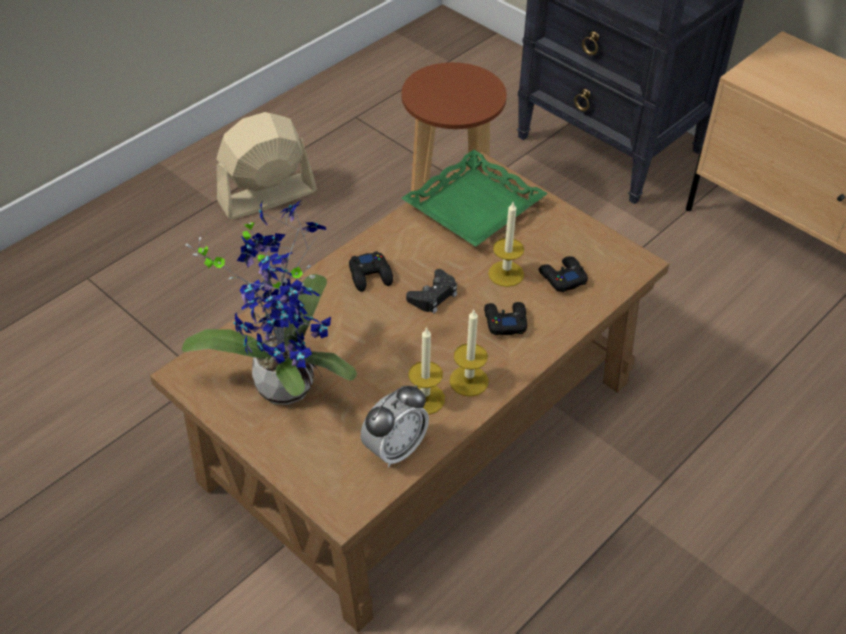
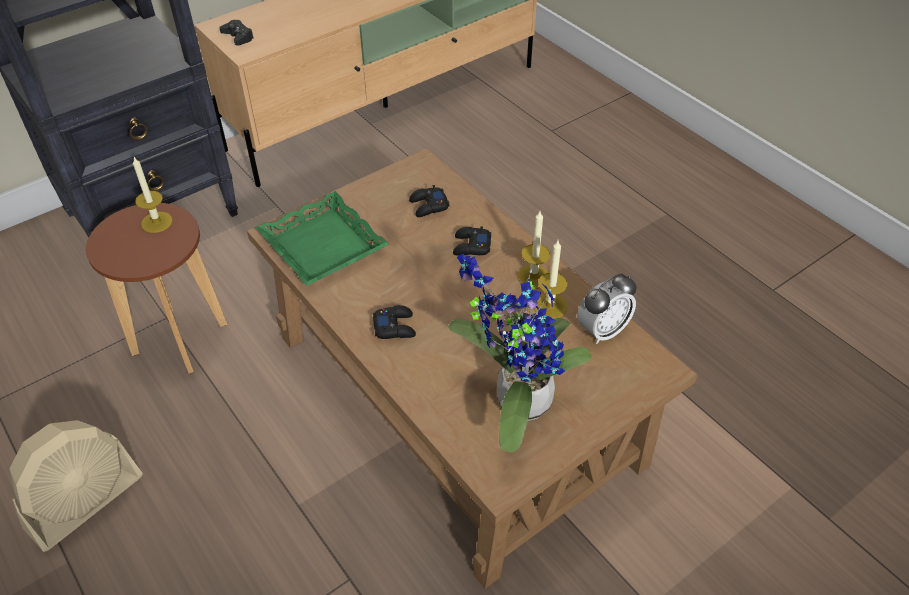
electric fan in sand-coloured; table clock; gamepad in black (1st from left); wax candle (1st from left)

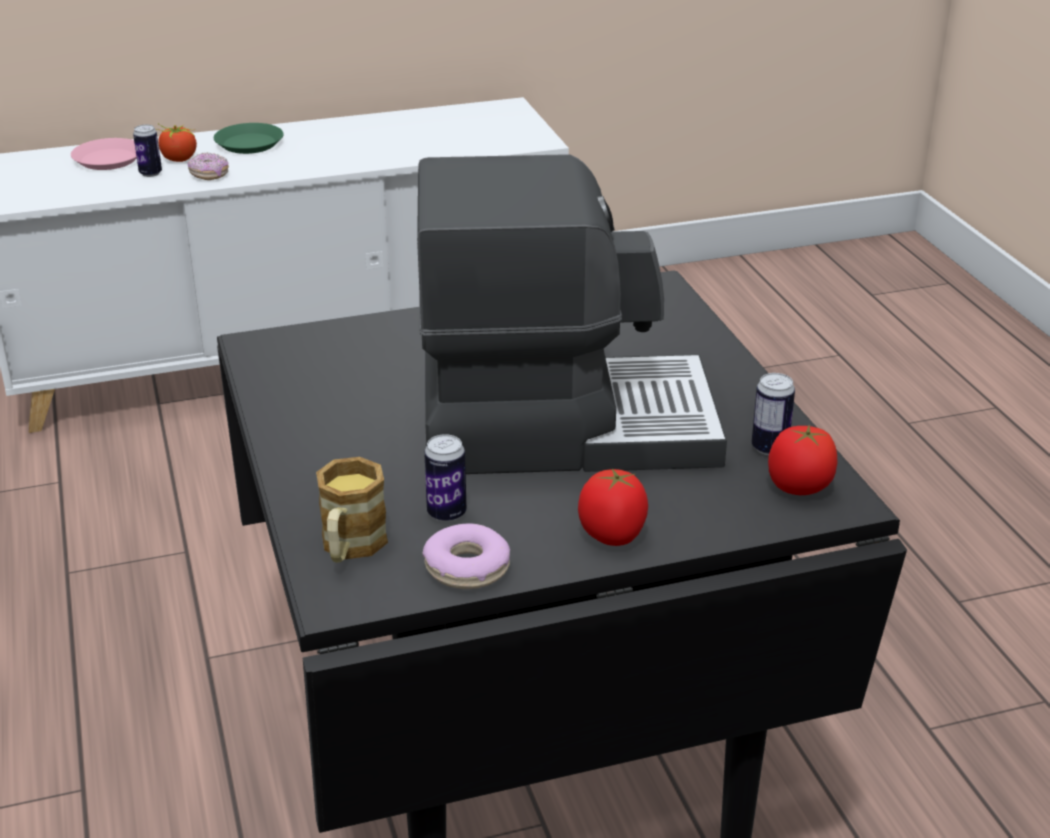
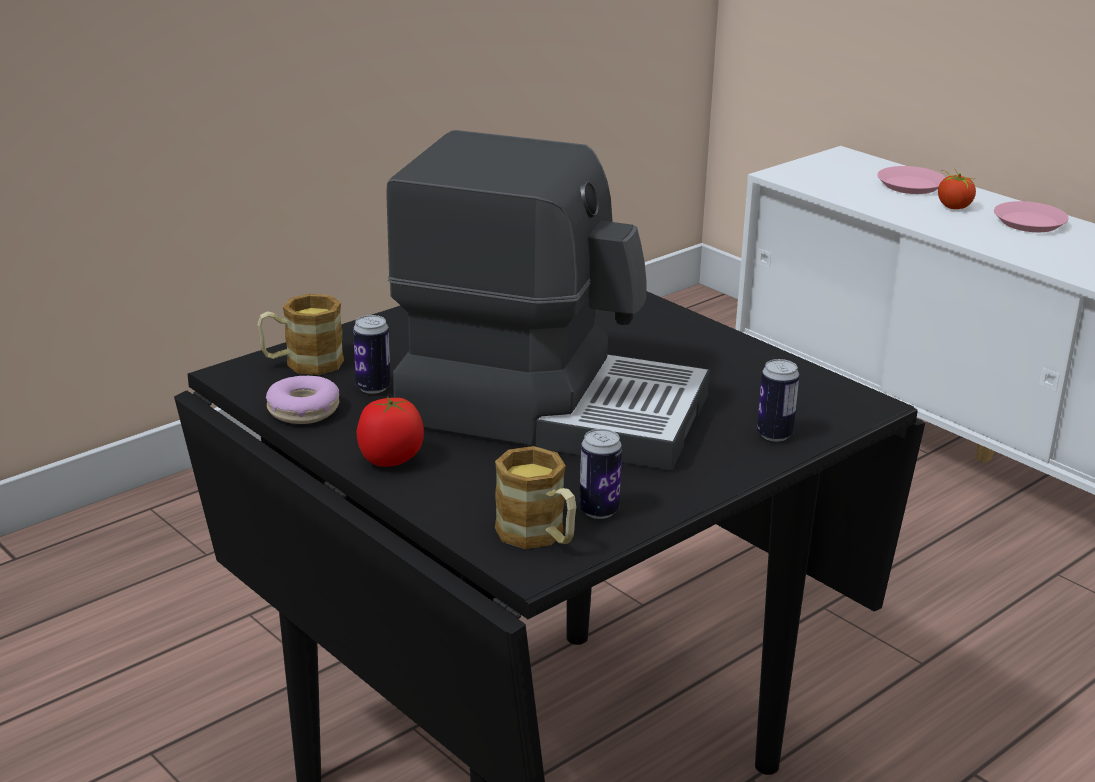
can (3rd from left); doughnut (1st from left in the first image); dinner plate in pink (2nd from left); coffee brewer; tea mug (2nd from left)

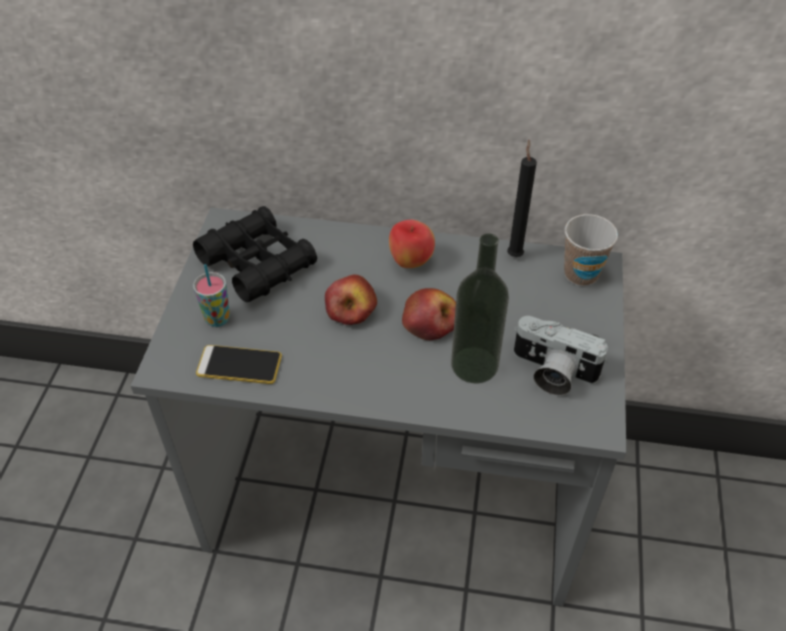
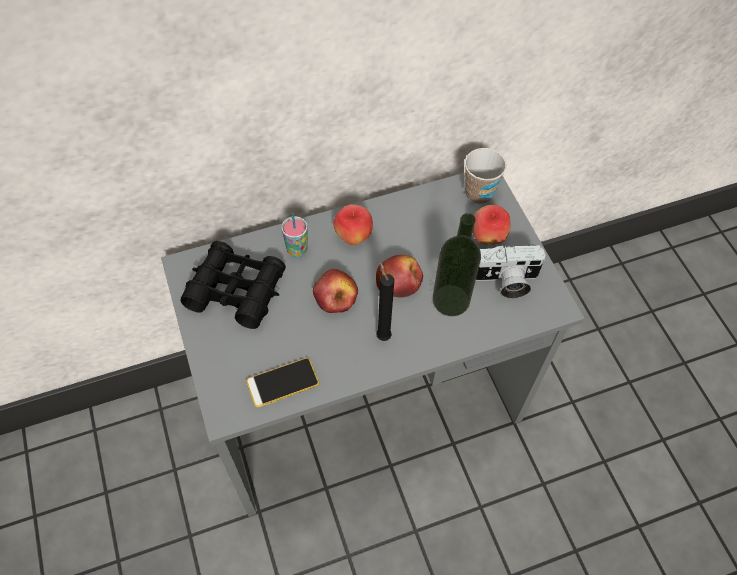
drinking cup (1st from left); wax candle in black; apple (4th from left)

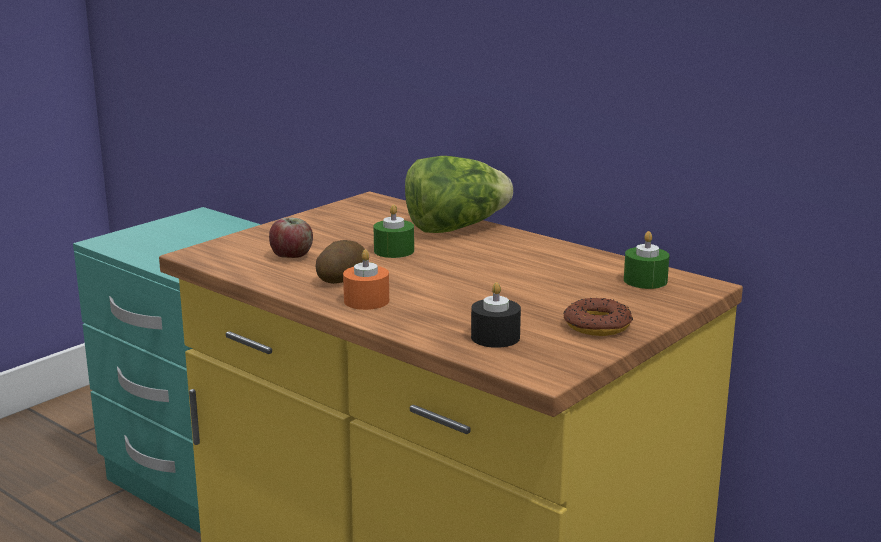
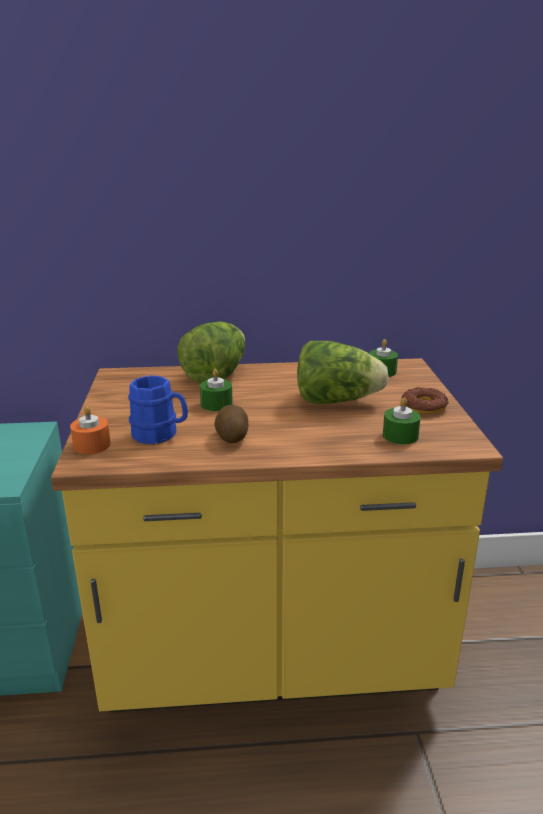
tea mug in bluish; wax candle in orange-coloured; wax candle in green (3rd from left); lettuce head (2nd from left)

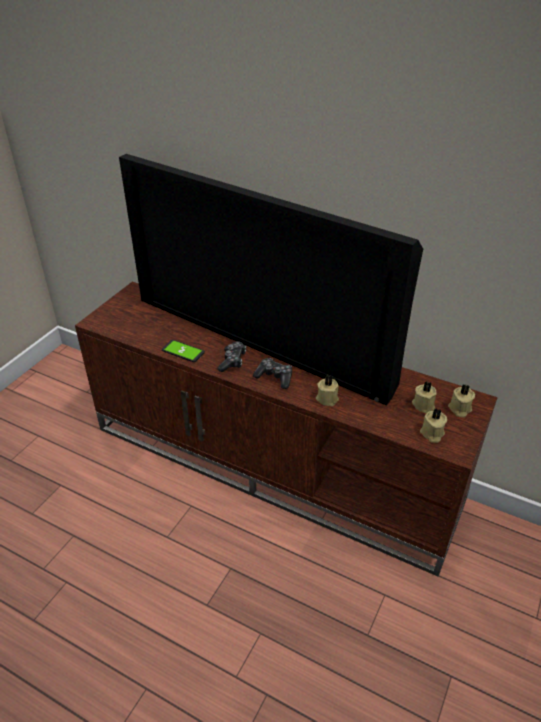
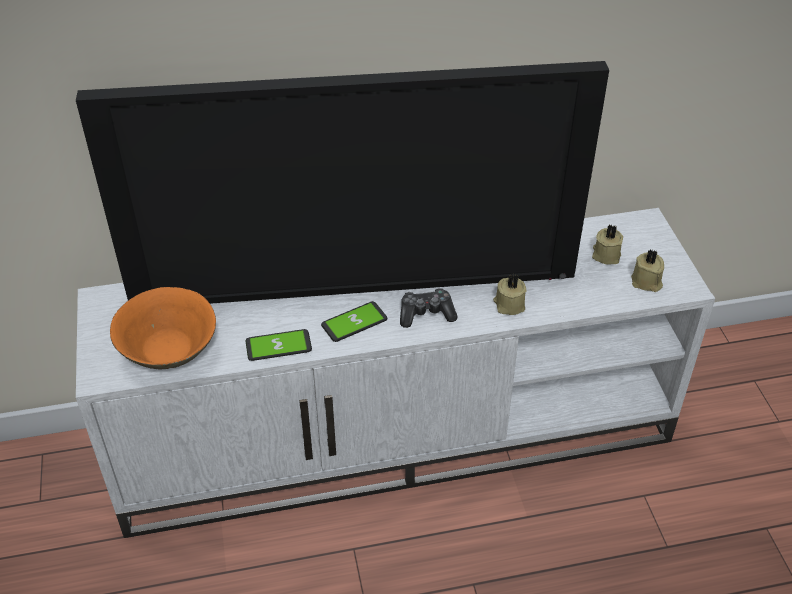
tv stand in white; handset (2nd from left); wax candle in sand-coloured (4th from left in the first image); deep dish in orange-coloured

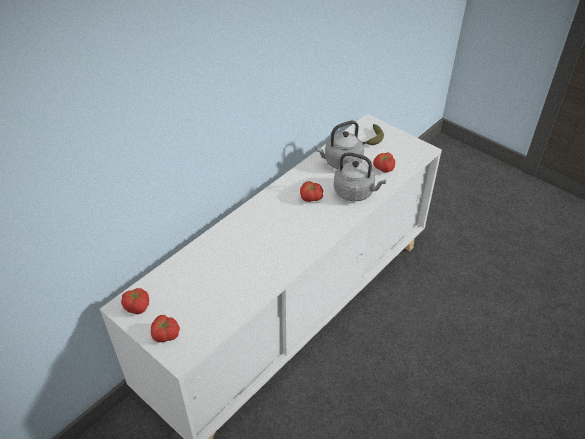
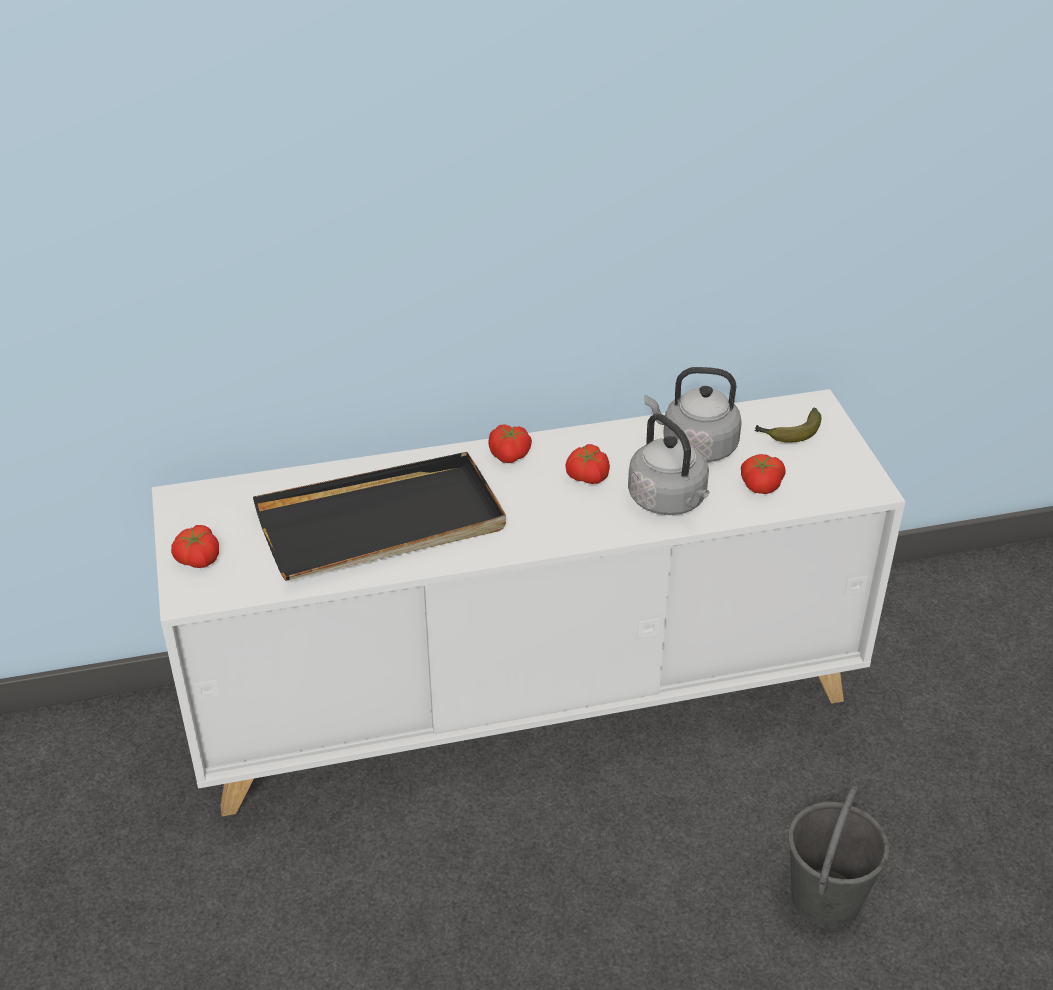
whole tomato (2nd from left); serving tray in black; pail in gray

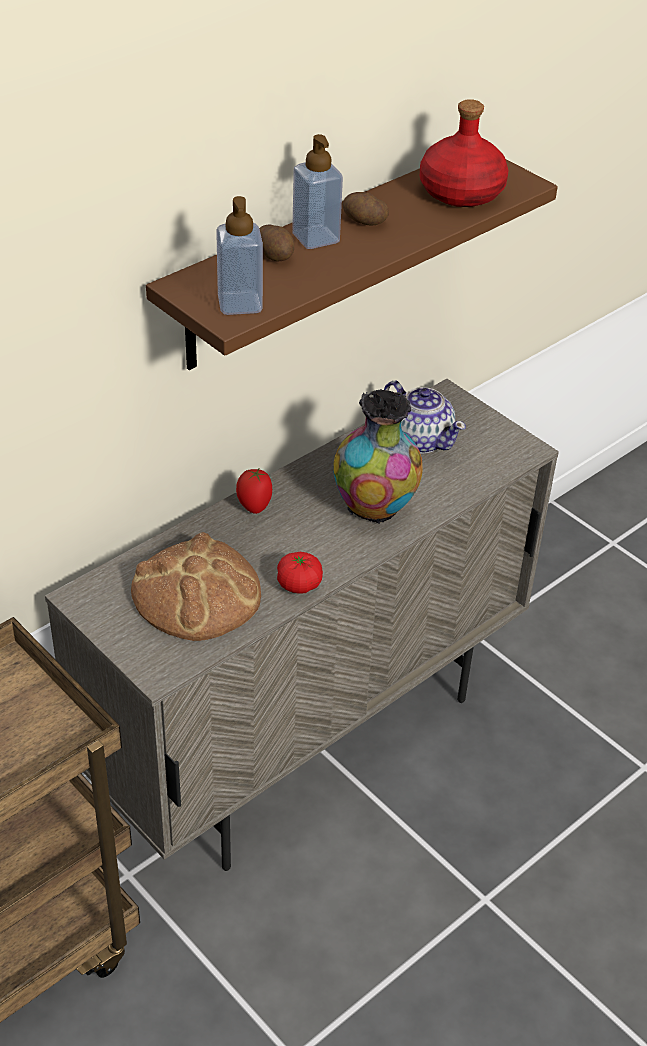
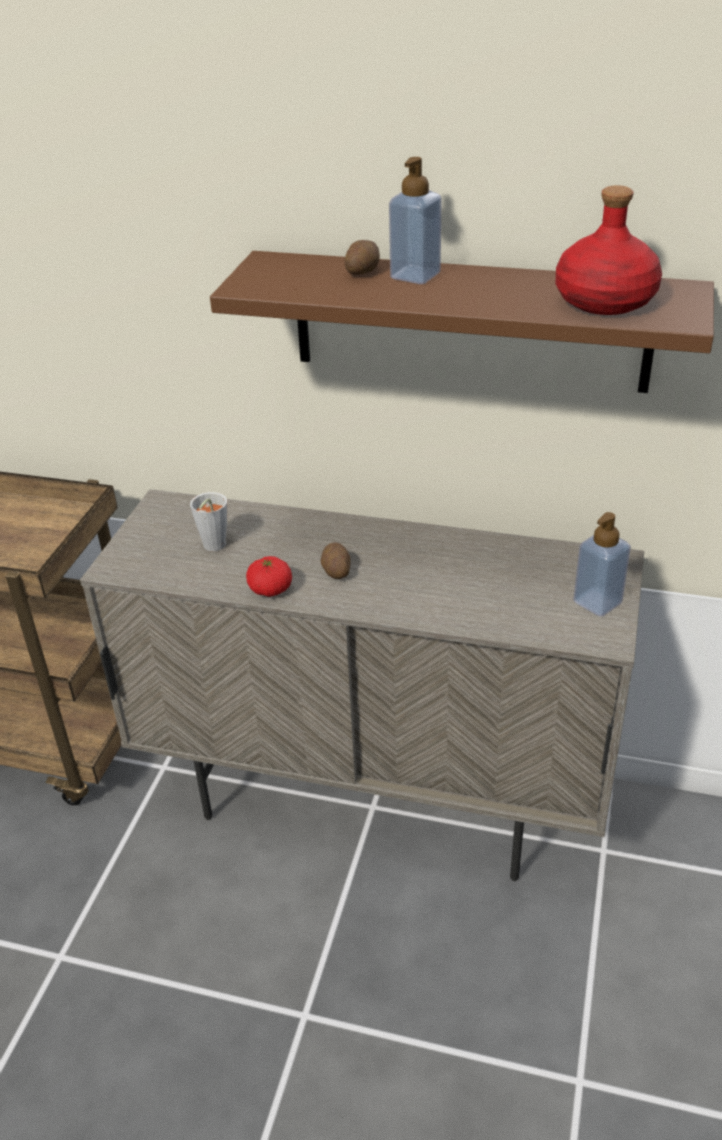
drinking cup in gray; soap dispenser (2nd from left); whole tomato (1st from left in the first image); vase; spud (1st from left); teapot

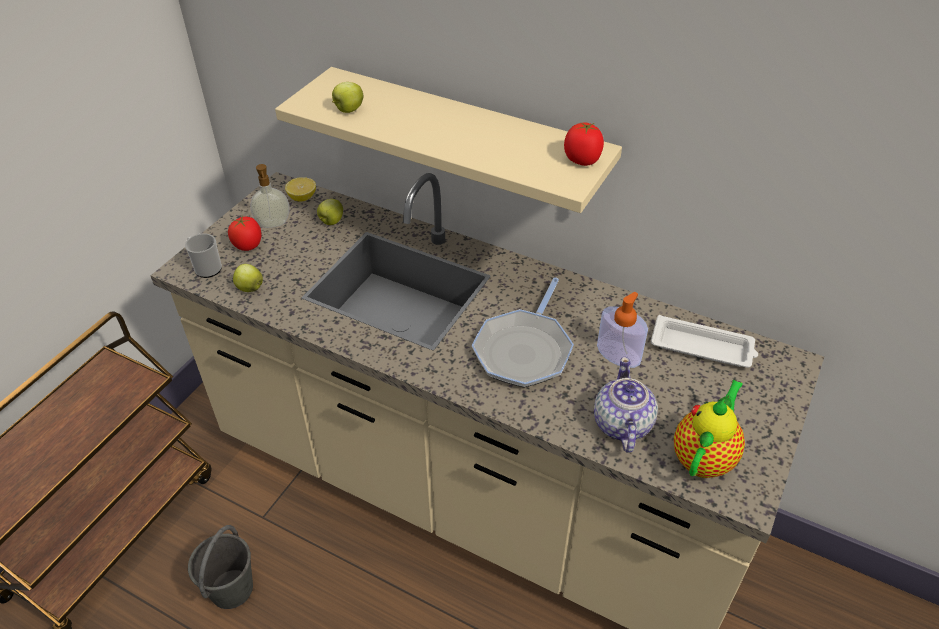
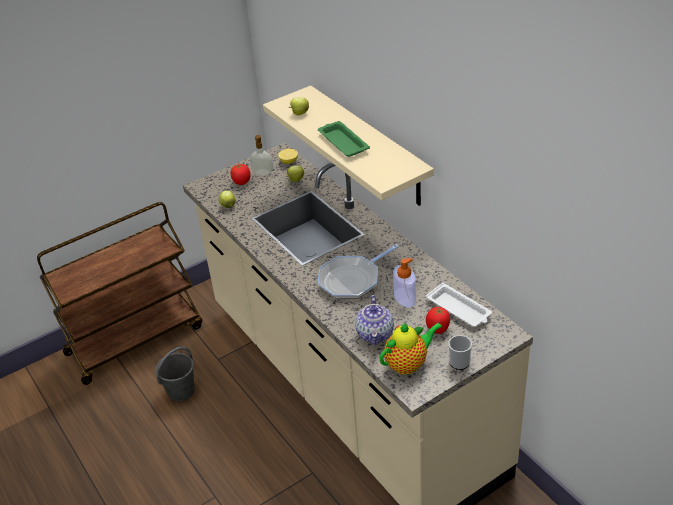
tea mug; whole tomato (2nd from left); teapot (1st from left); serving tray in green

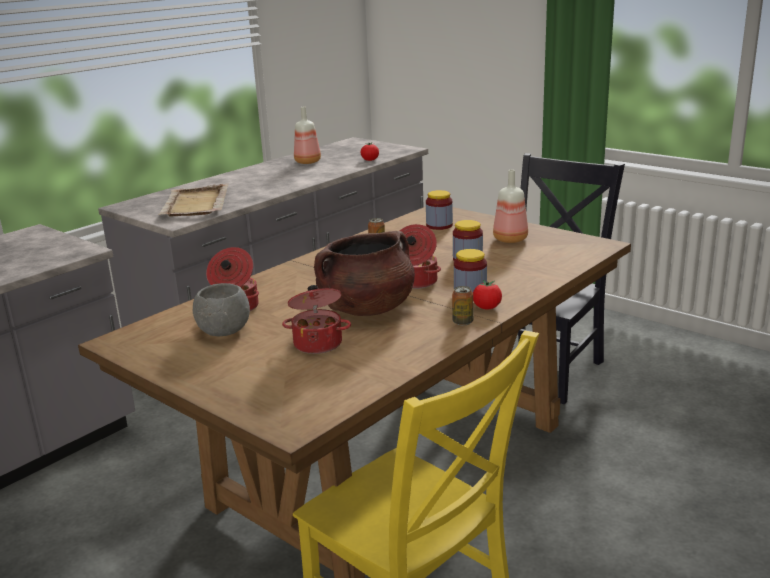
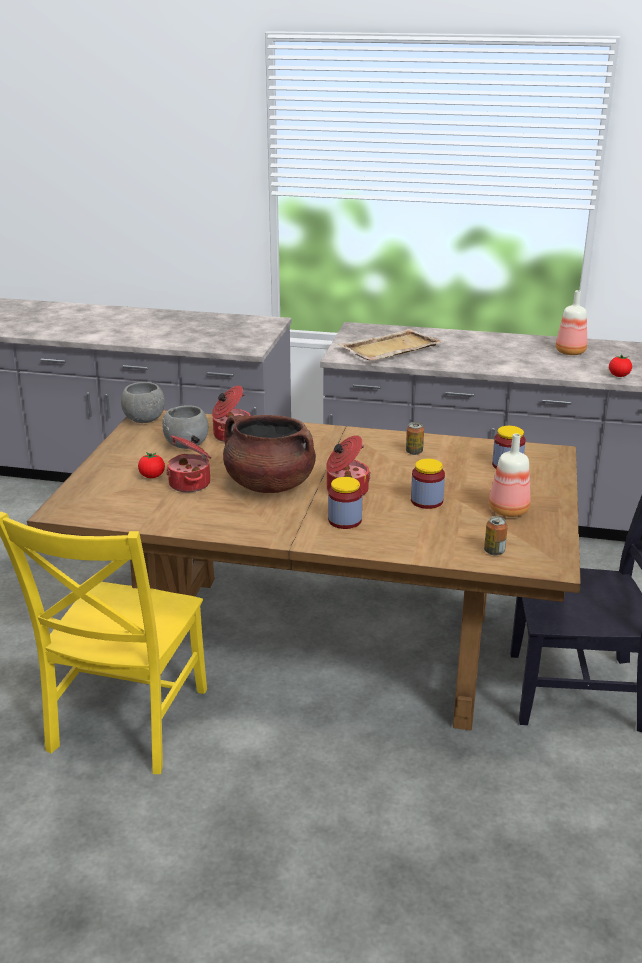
can (2nd from left); whole tomato (1st from left); deep dish in gray (1st from left)

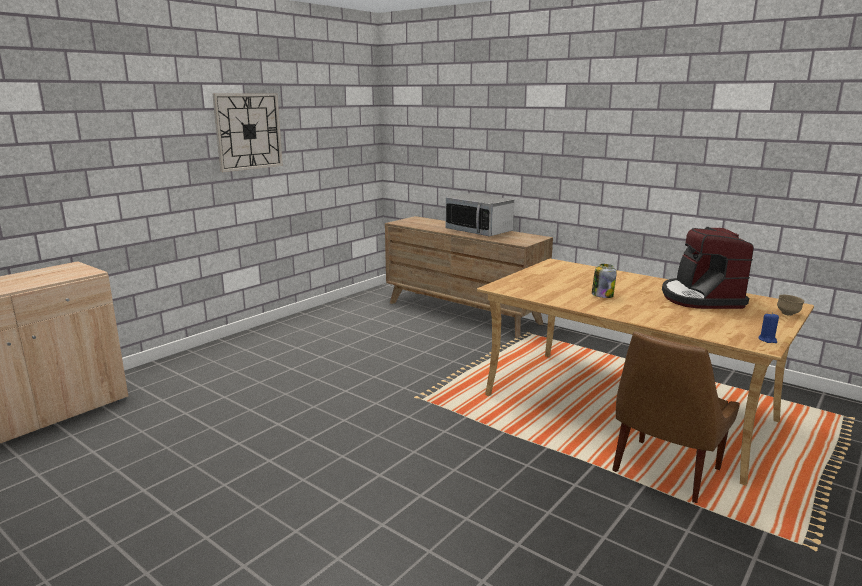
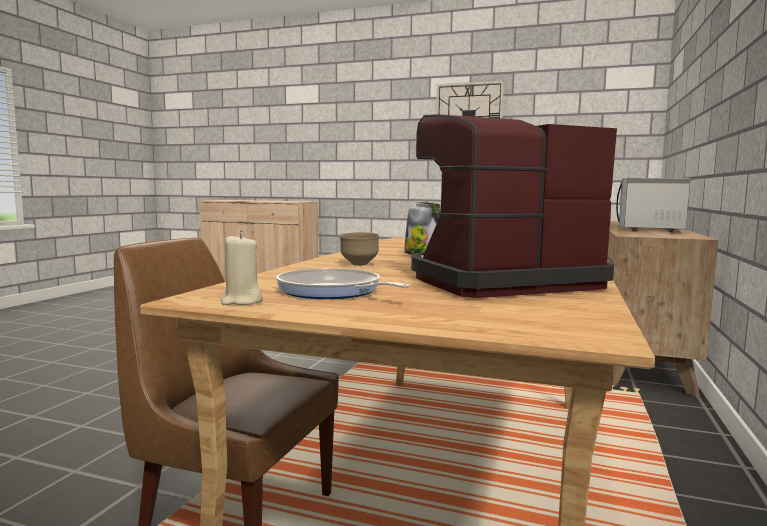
wax candle in sand-coloured; deep dish in brown-coloured; skillet

